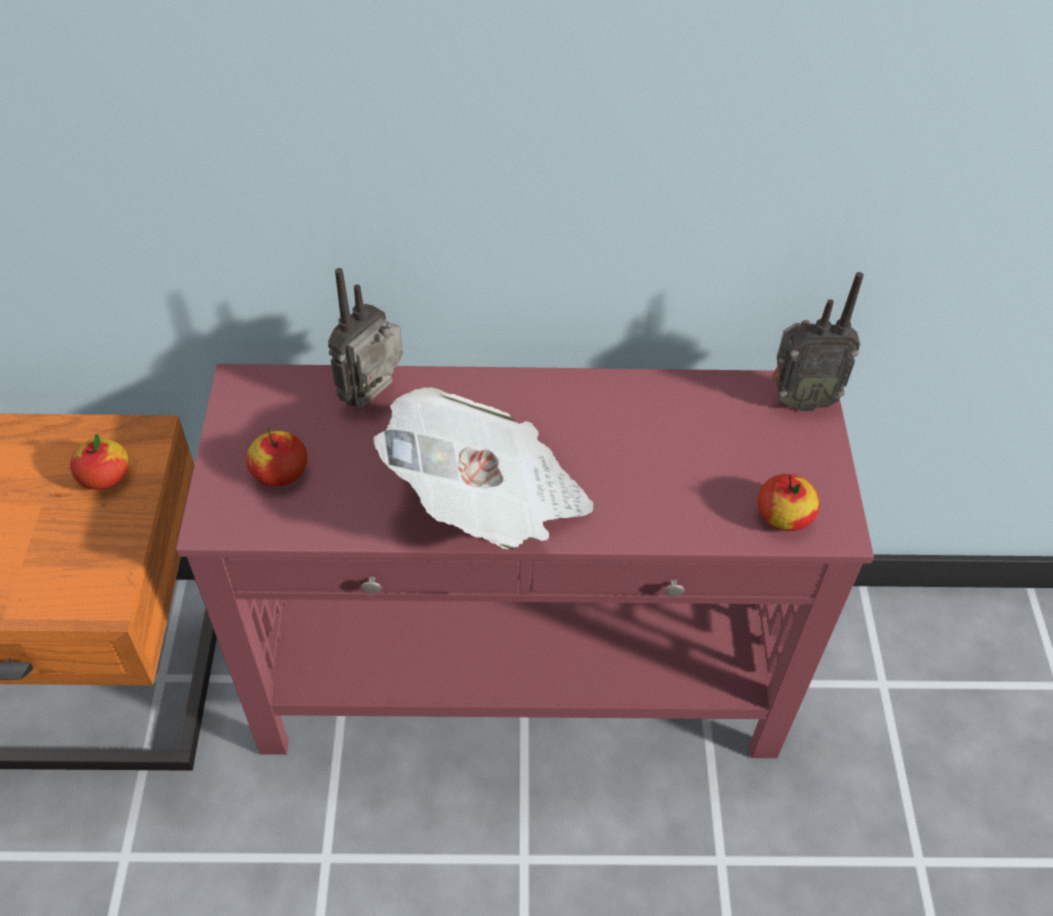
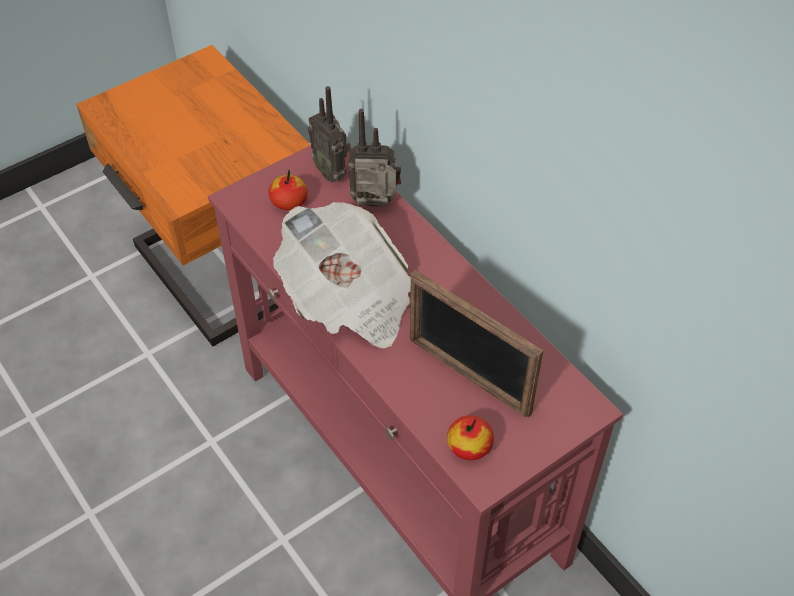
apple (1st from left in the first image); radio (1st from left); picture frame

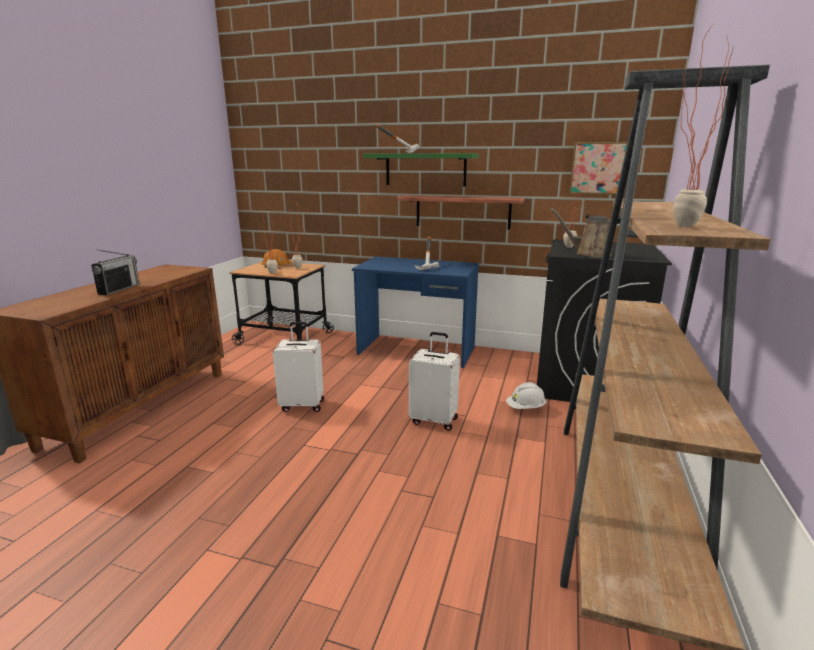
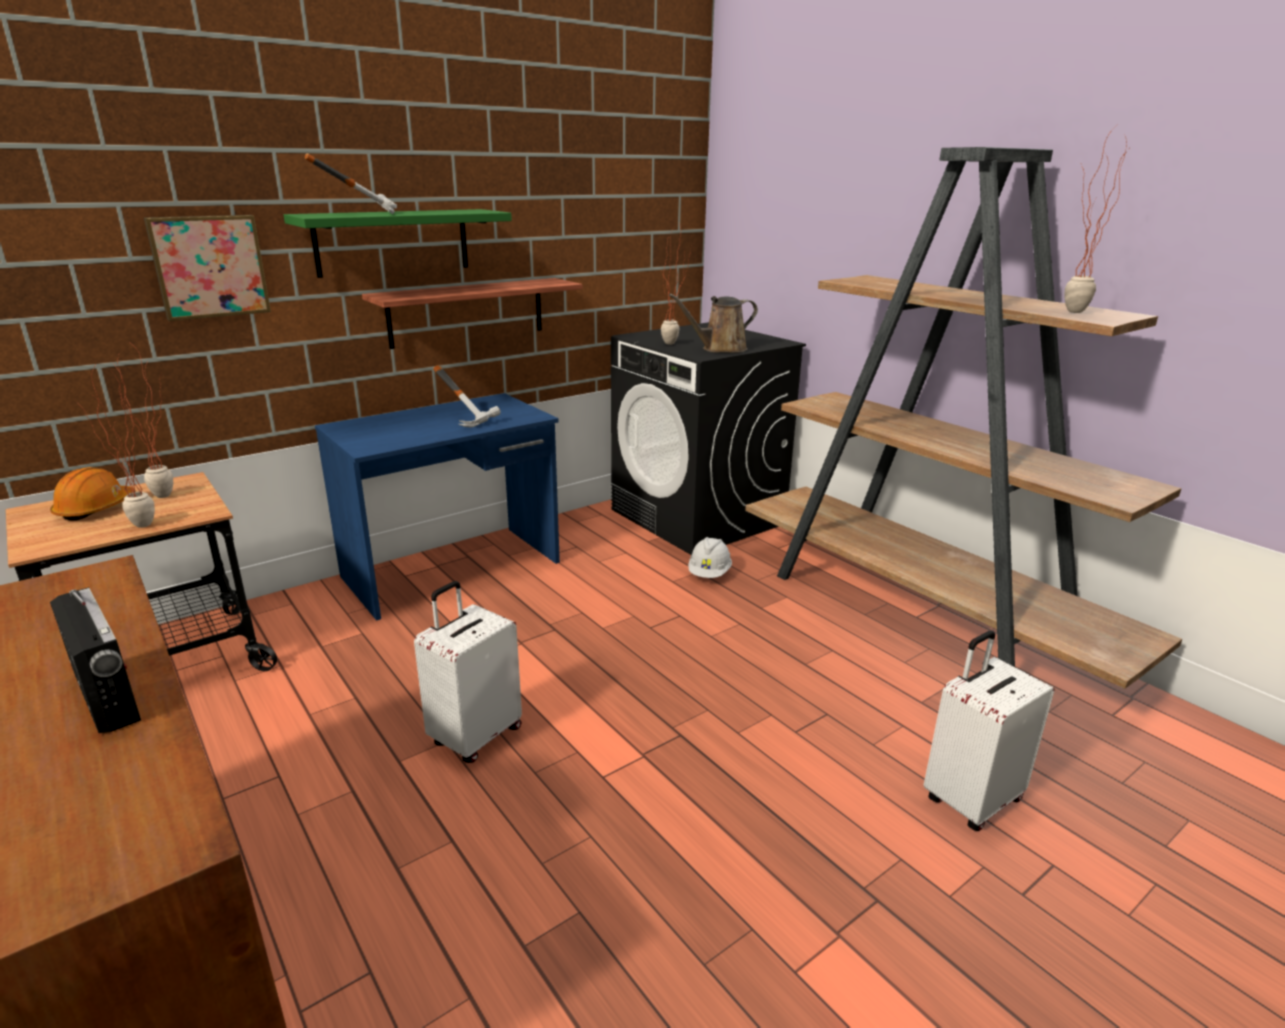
piece of luggage in white (2nd from left); wall art

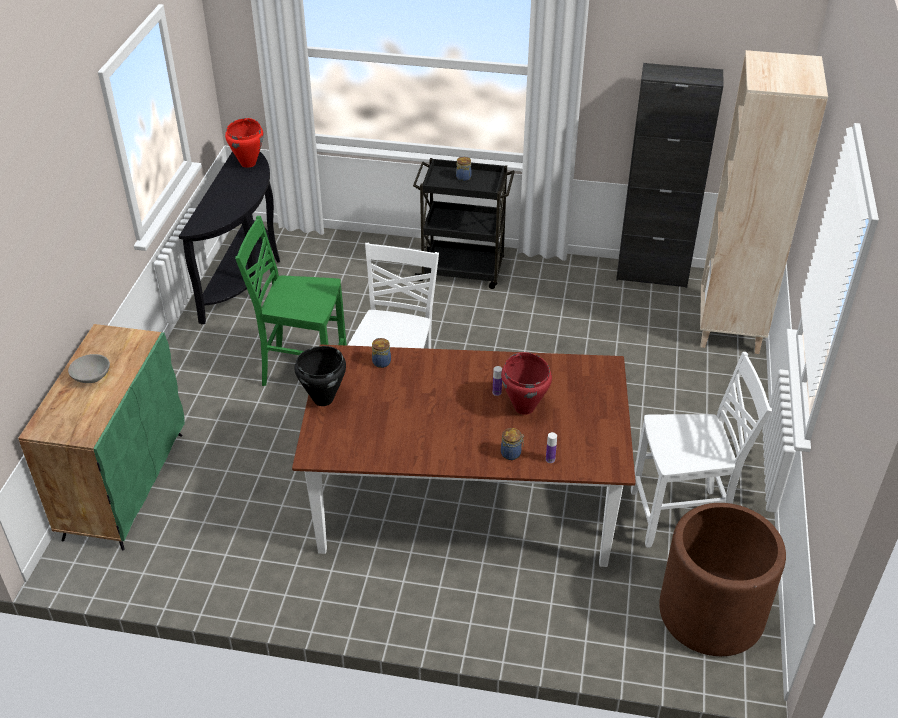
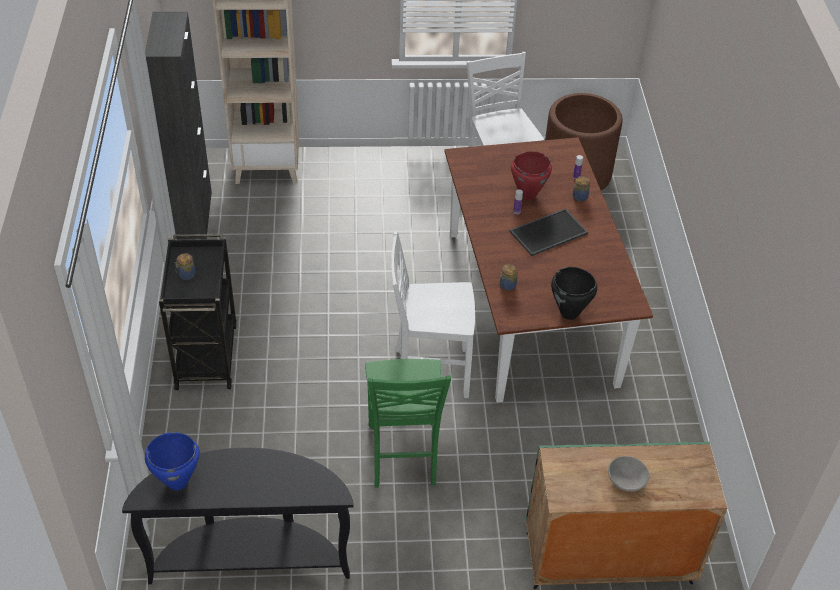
cooking pot in bluish; serving tray

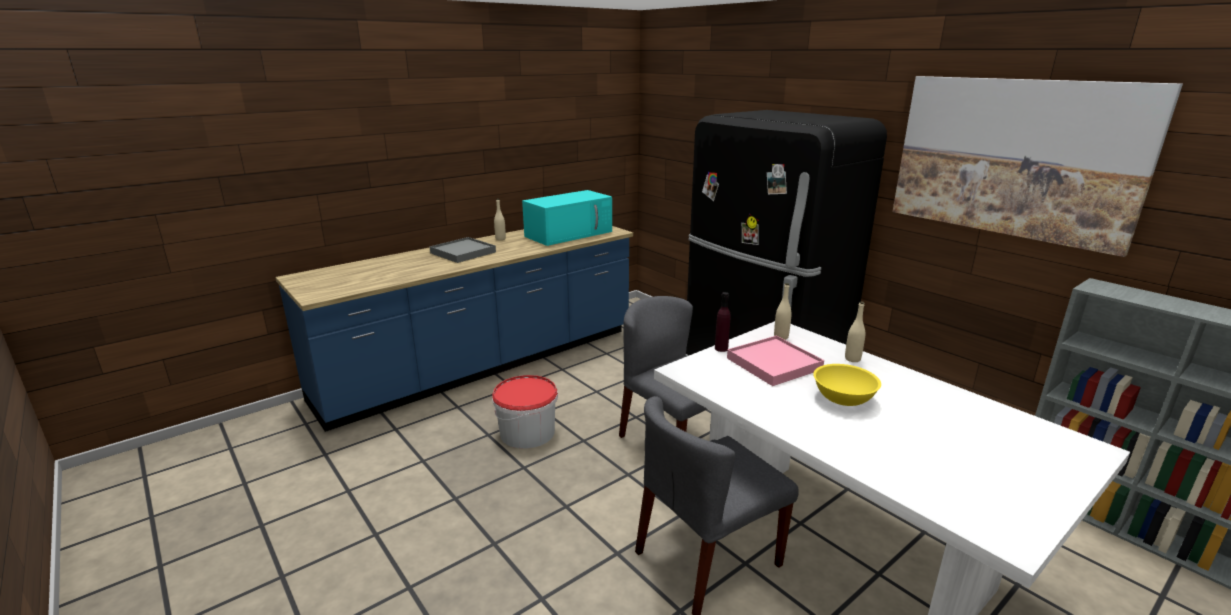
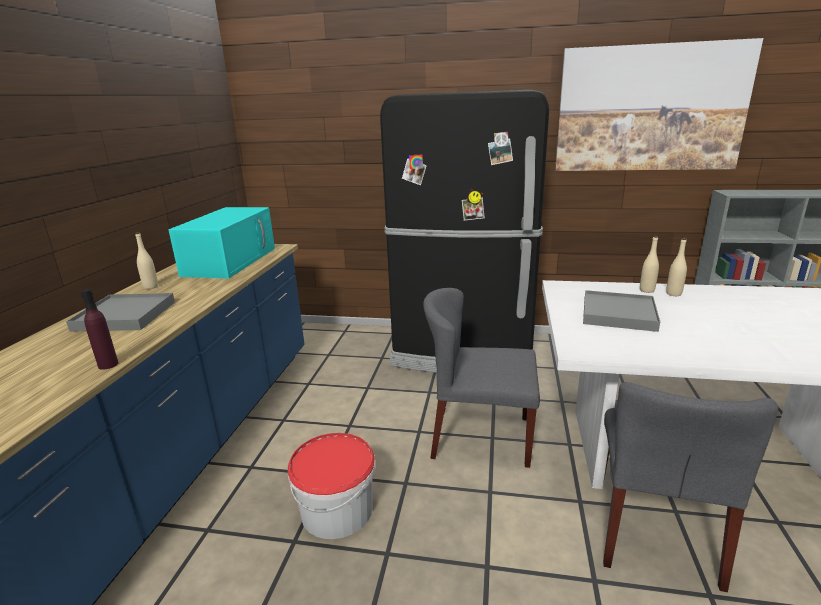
drink bottle in purplish; serving tray in gray (2nd from left); drink bottle in sand-coloured (3rd from left); deep dish in yellow-coloured

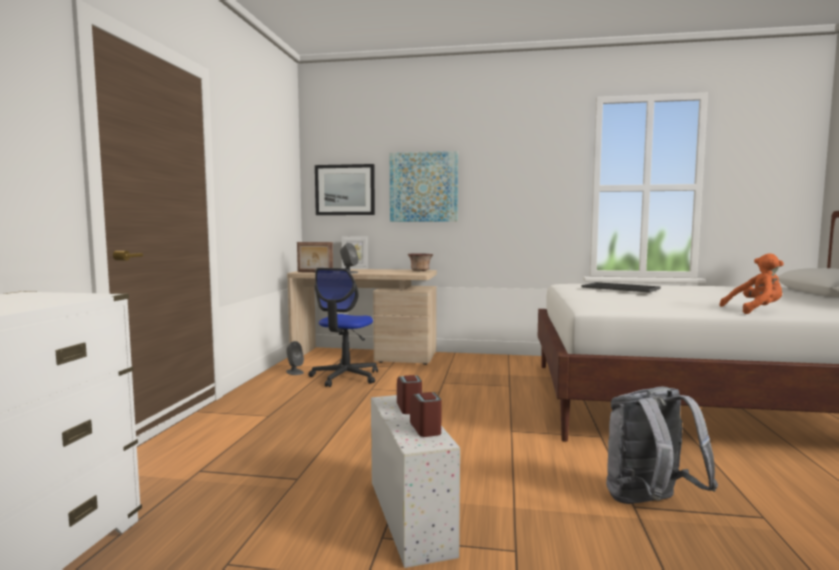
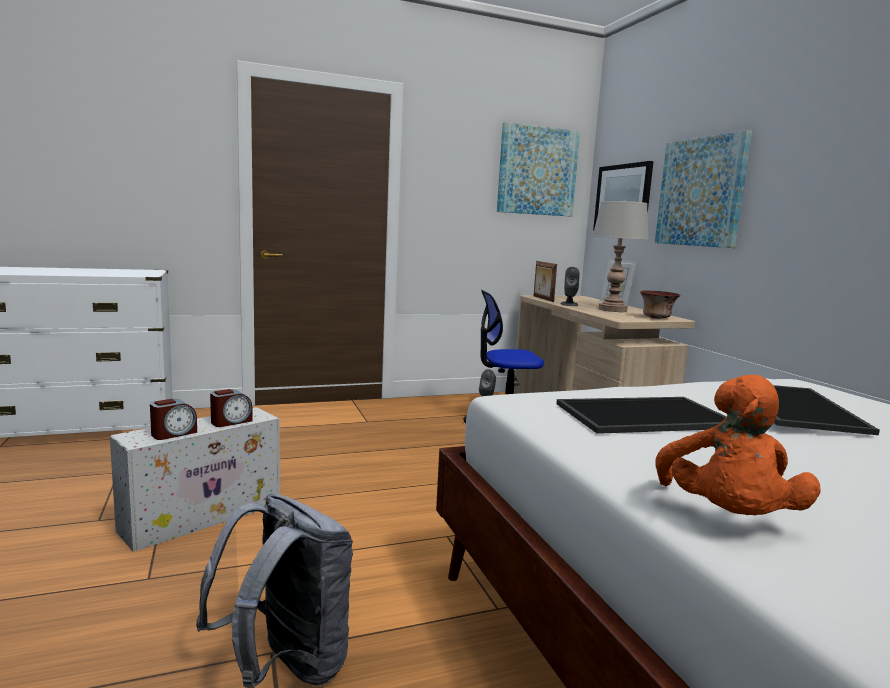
plush toy in orange-coloured; wall art (1st from left); serving tray (1st from left); lamp for a table in gray

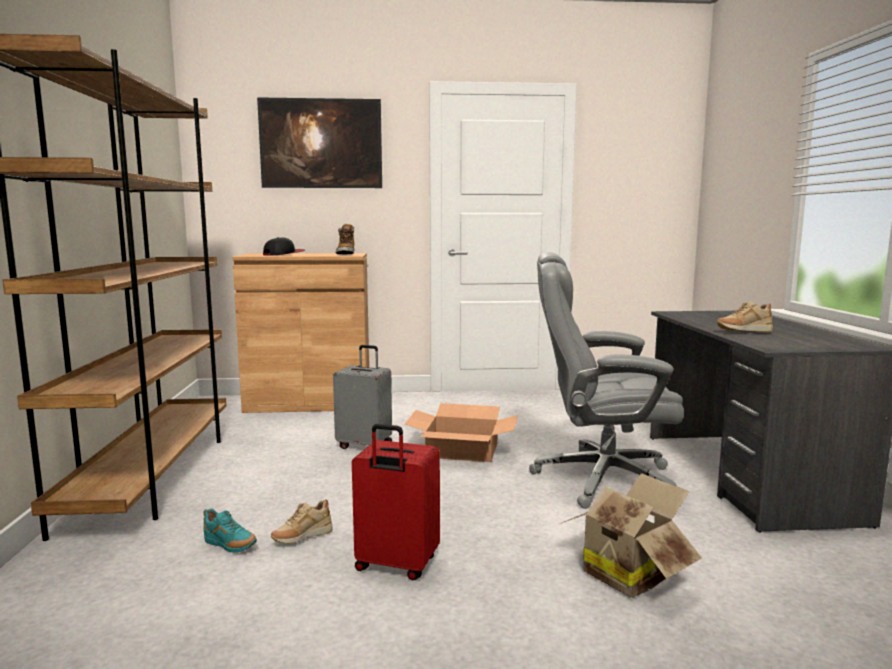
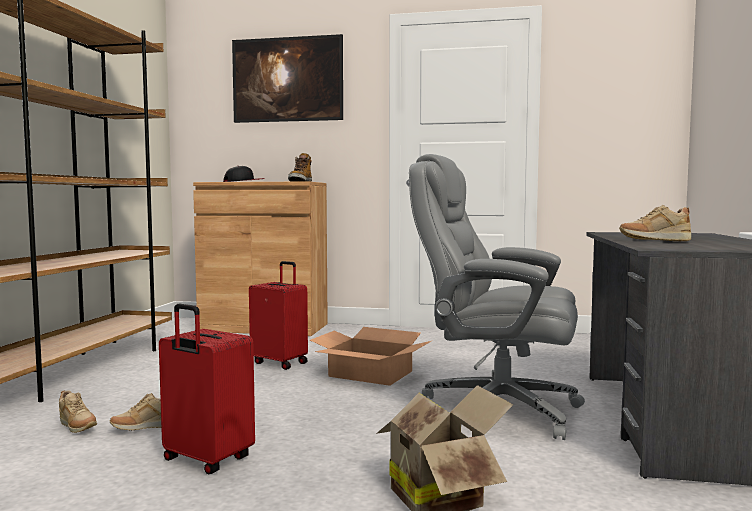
item of footwear in sand-coloured (1st from left); piece of luggage in reddish (2nd from left)

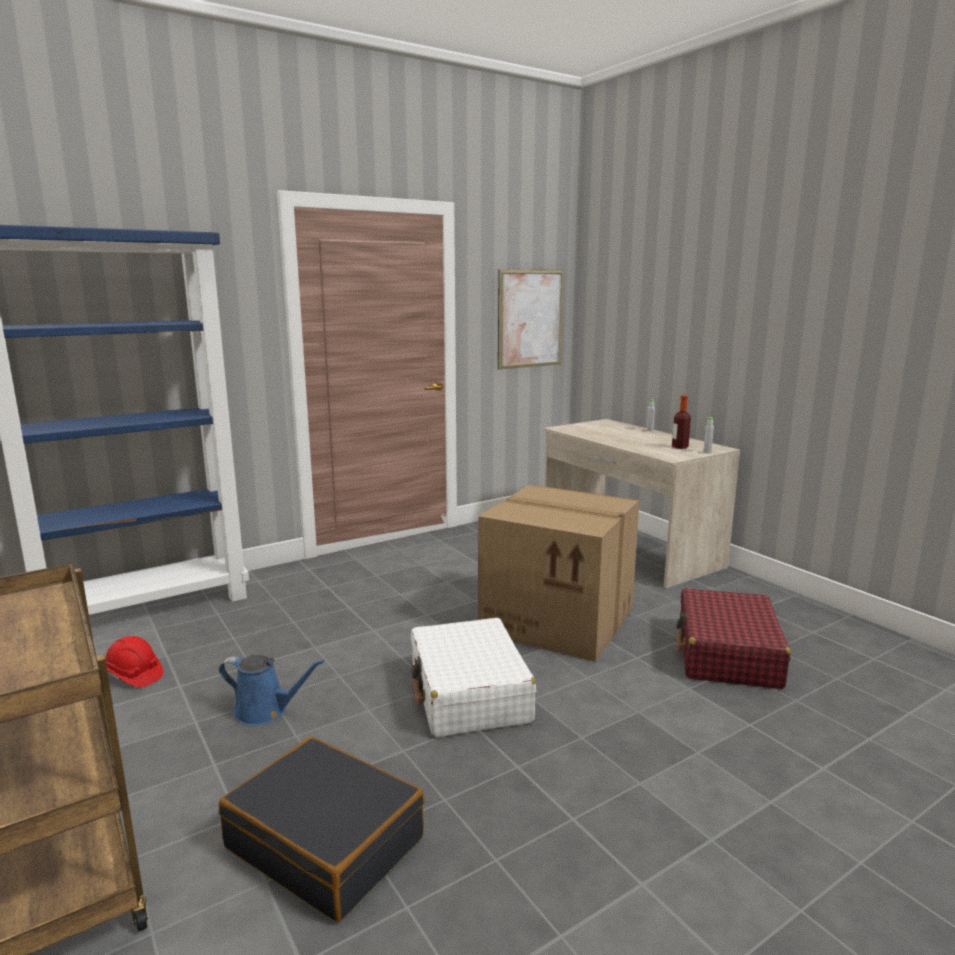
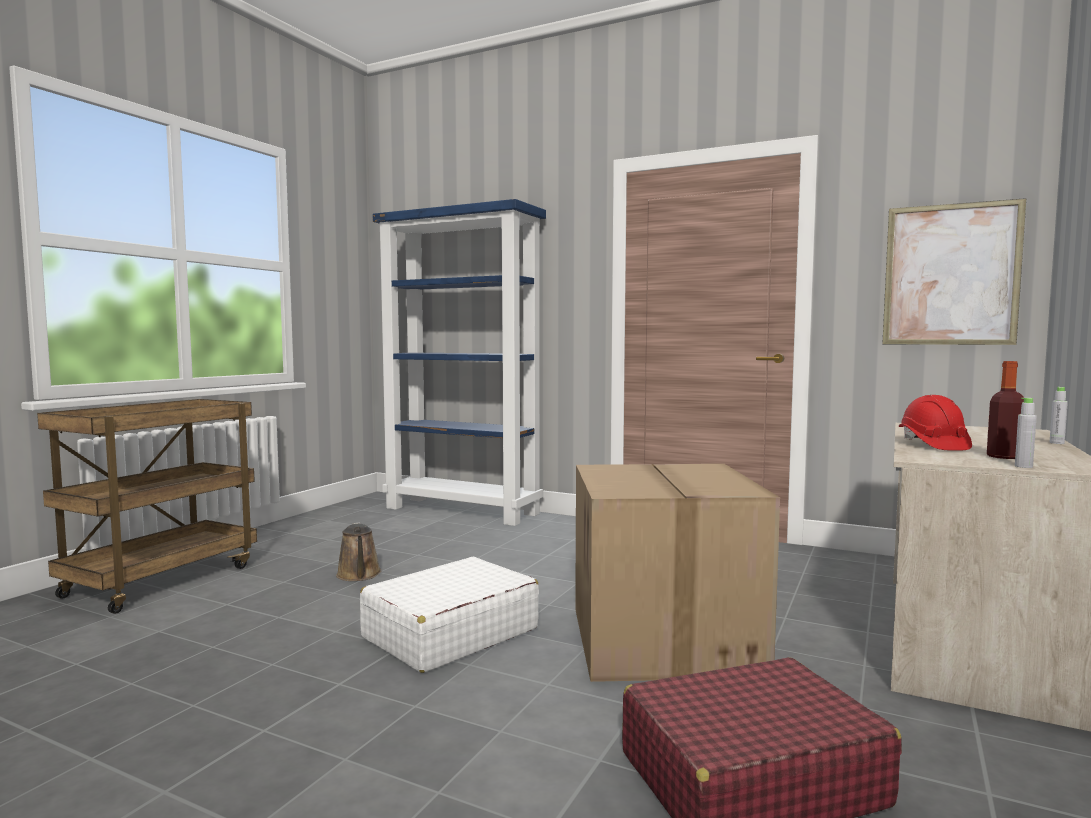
safety helmet in reddish; watering pot in brown-coloured; piece of luggage in black

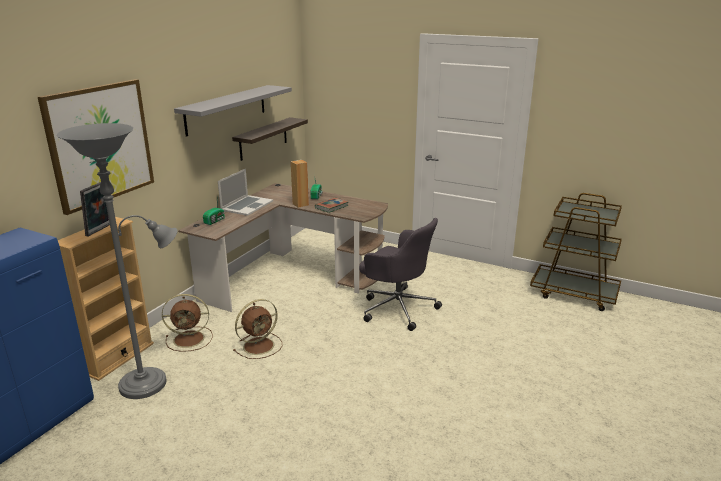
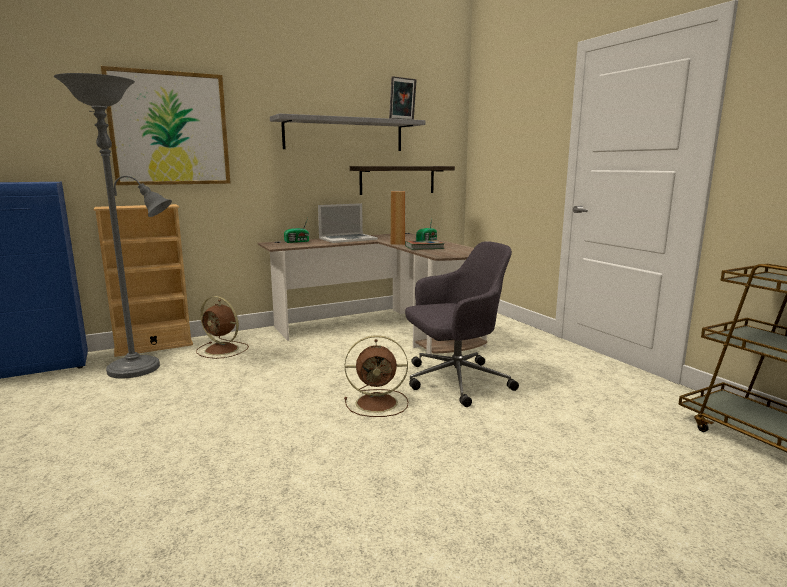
picture frame; electric fan in brown-coloured (2nd from left); office chair in gray

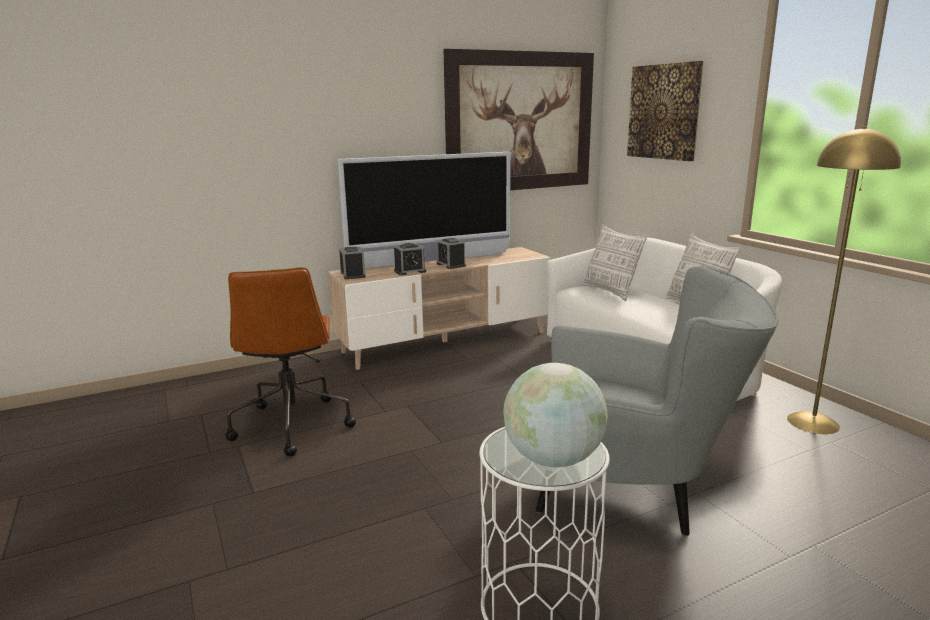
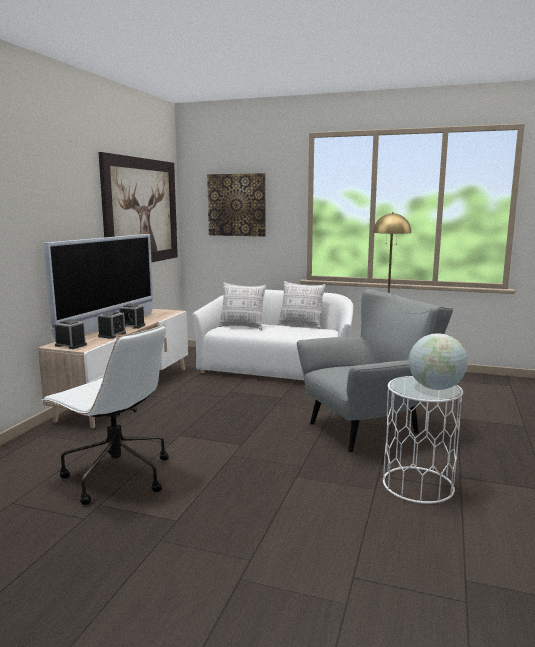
office chair in white

